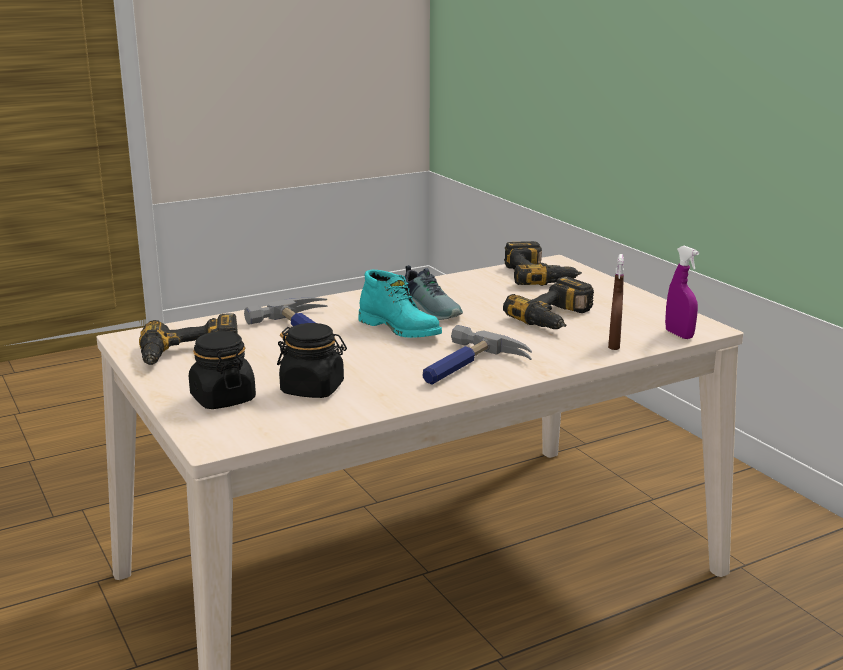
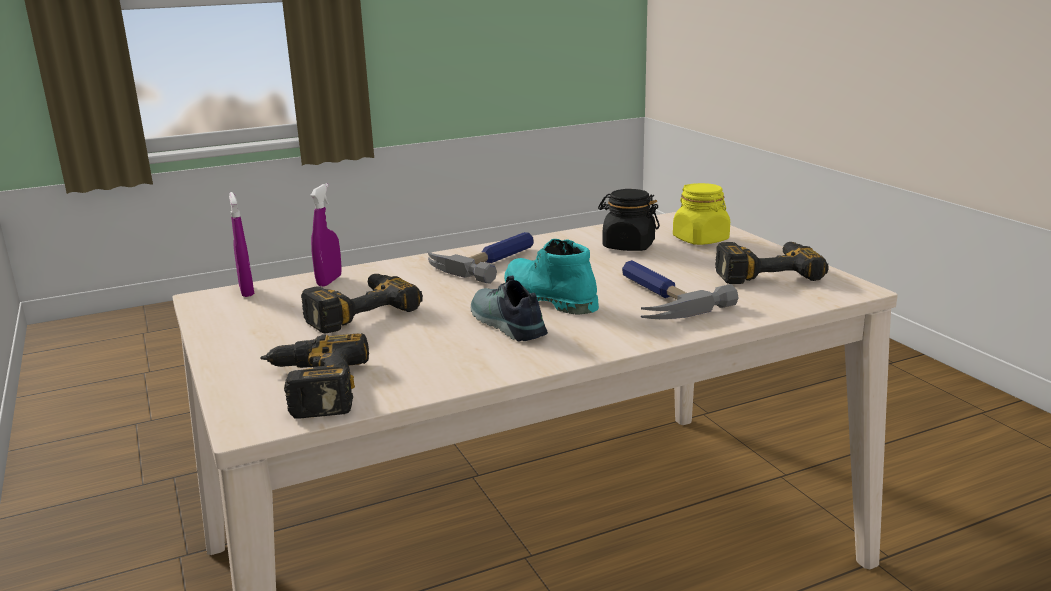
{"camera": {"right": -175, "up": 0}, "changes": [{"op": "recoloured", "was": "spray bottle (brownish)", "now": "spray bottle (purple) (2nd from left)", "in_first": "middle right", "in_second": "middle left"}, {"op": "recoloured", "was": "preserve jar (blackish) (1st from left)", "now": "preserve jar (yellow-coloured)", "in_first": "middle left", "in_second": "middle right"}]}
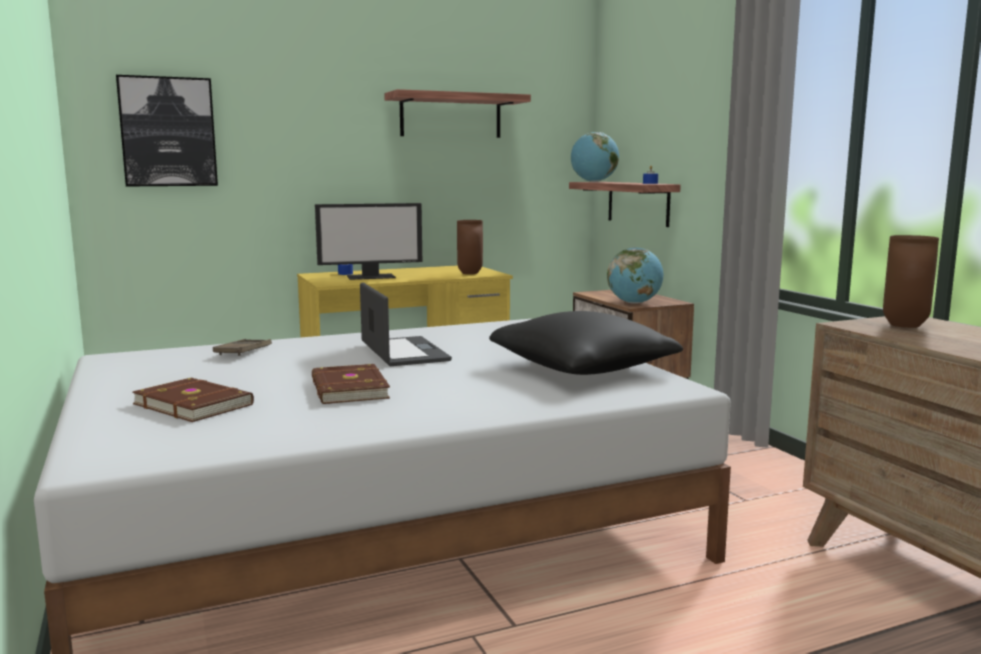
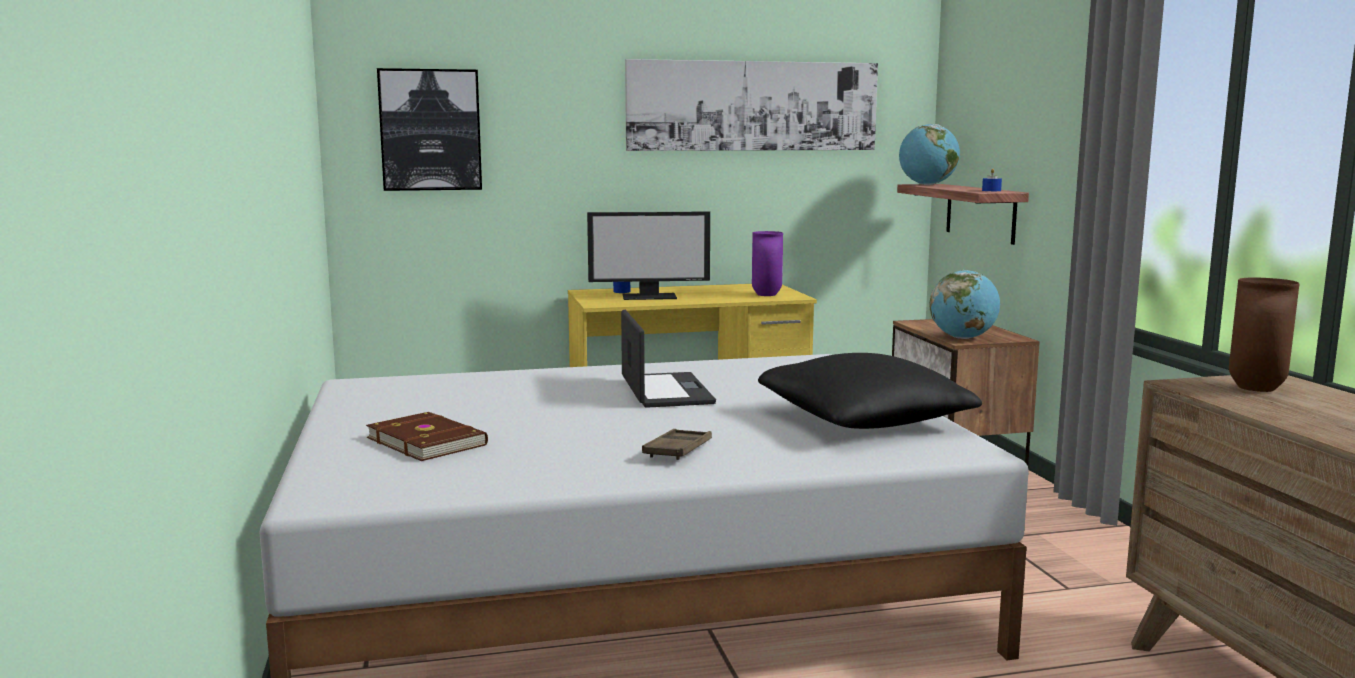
{"camera": {"right": 10, "up": 0}, "changes": [{"op": "replaced", "was": "bracket shelf (1st from left)", "now": "picture (2nd from left)", "in_first": "top centre", "in_second": "top centre"}, {"op": "recoloured", "was": "flower vase (brownish) (1st from left)", "now": "flower vase (purple)", "in_first": "centre", "in_second": "centre"}, {"op": "moved", "was": "serving tray (brownish)", "in_first": "middle left", "in_second": "centre"}, {"op": "removed", "was": "book (brownish) (2nd from left)", "in_first": "centre"}]}
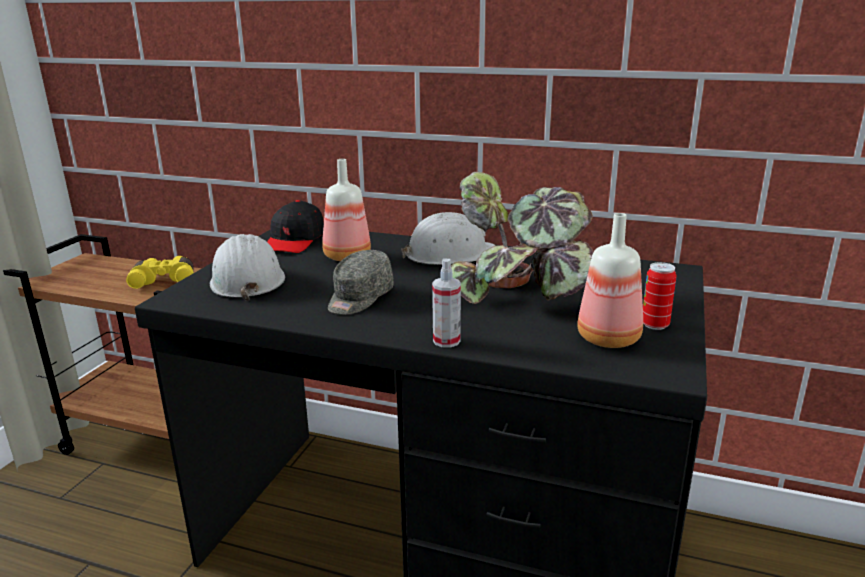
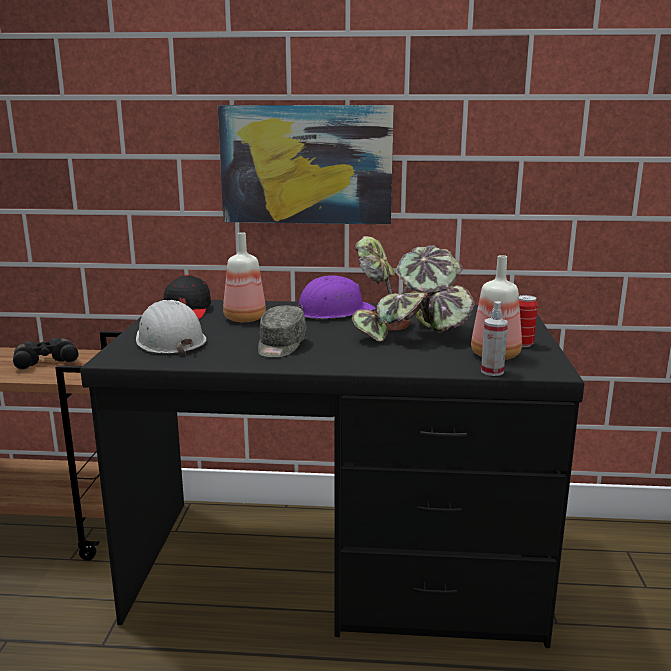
{"camera": {"right": -15, "up": -5}, "changes": [{"op": "recoloured", "was": "work helmet (whitish) (2nd from left)", "now": "work helmet (purple)", "in_first": "centre", "in_second": "centre"}, {"op": "recoloured", "was": "field glasses (yellow-coloured)", "now": "field glasses (blackish)", "in_first": "middle left", "in_second": "middle left"}, {"op": "moved", "was": "spray bottle", "in_first": "centre", "in_second": "middle right"}, {"op": "added", "now": "picture", "in_second": "top centre"}]}
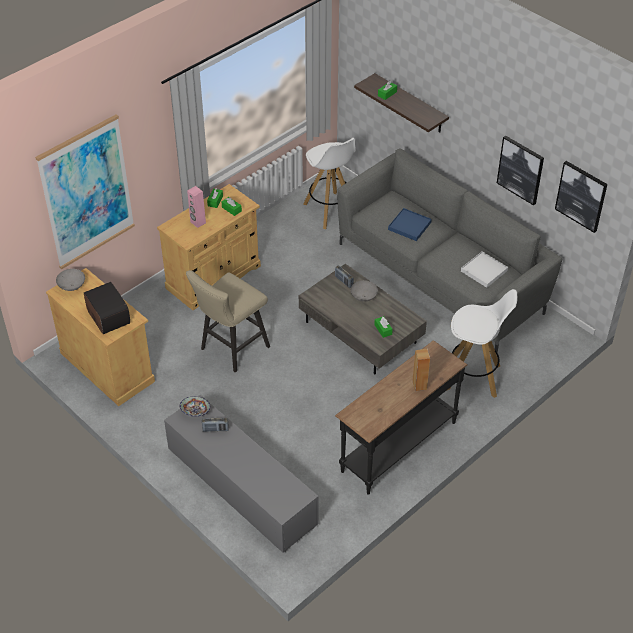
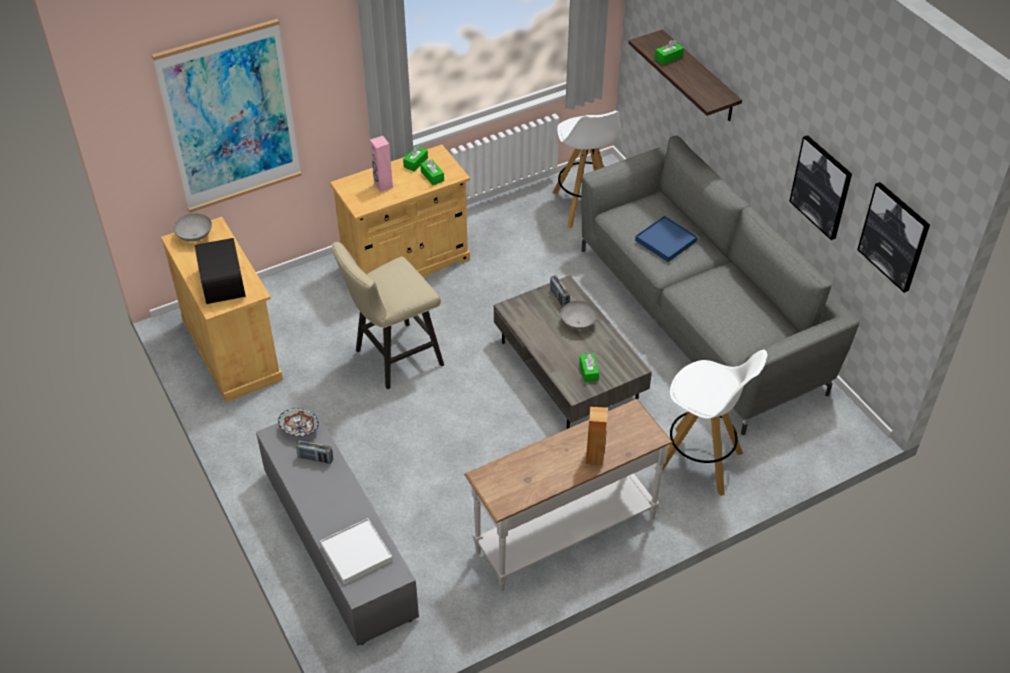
{"camera": {"right": 15, "up": 0}, "changes": [{"op": "moved", "was": "serving tray (whitish)", "in_first": "middle right", "in_second": "bottom centre"}, {"op": "recoloured", "was": "hall table (blackish)", "now": "hall table (whitish)", "in_first": "centre", "in_second": "bottom centre"}]}
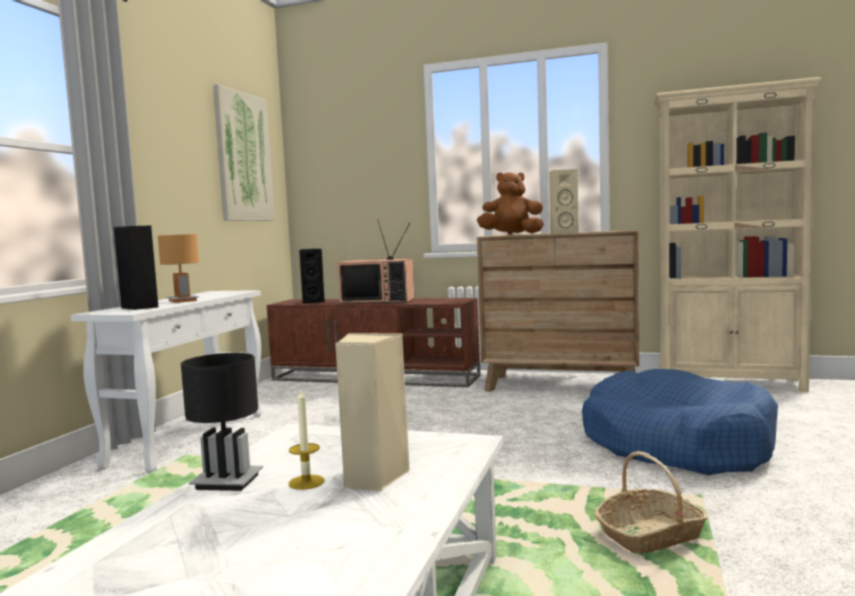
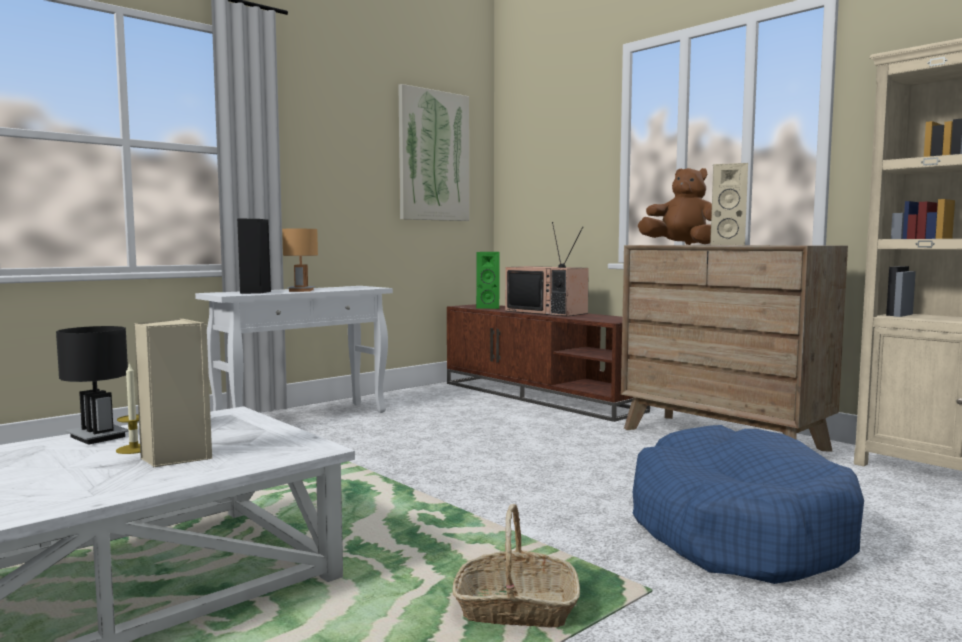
{"camera": {"right": 30, "up": 0}, "changes": [{"op": "recoloured", "was": "loudspeaker (blackish) (2nd from left)", "now": "loudspeaker (green-coloured)", "in_first": "centre", "in_second": "centre"}]}
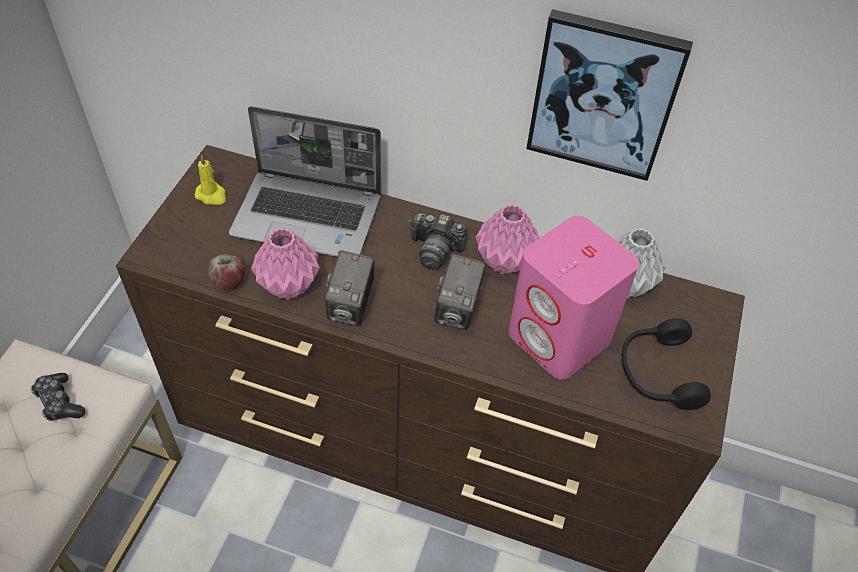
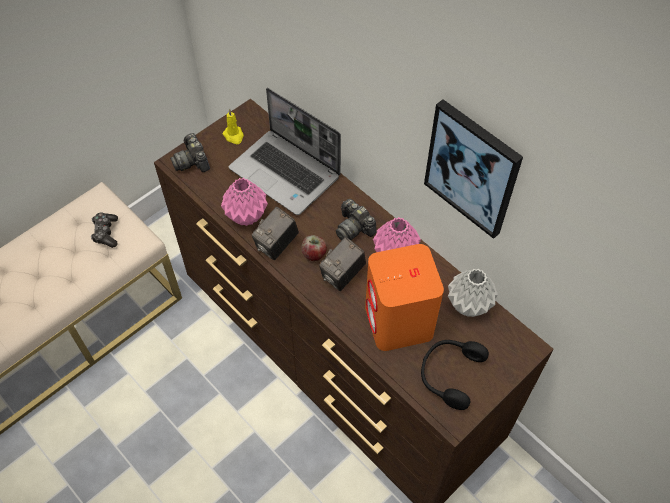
{"camera": {"right": 30, "up": 5}, "changes": [{"op": "recoloured", "was": "loudspeaker (pink-coloured)", "now": "loudspeaker (orange)", "in_first": "middle right", "in_second": "centre"}, {"op": "moved", "was": "whole apple", "in_first": "middle left", "in_second": "centre"}, {"op": "added", "now": "still camera (1st from left)", "in_second": "top left"}]}
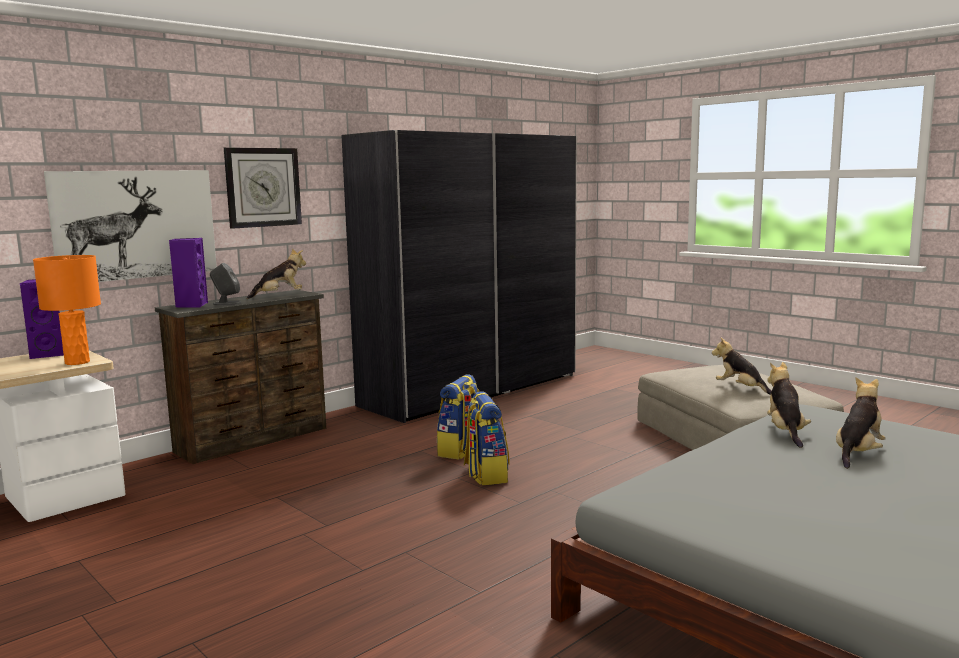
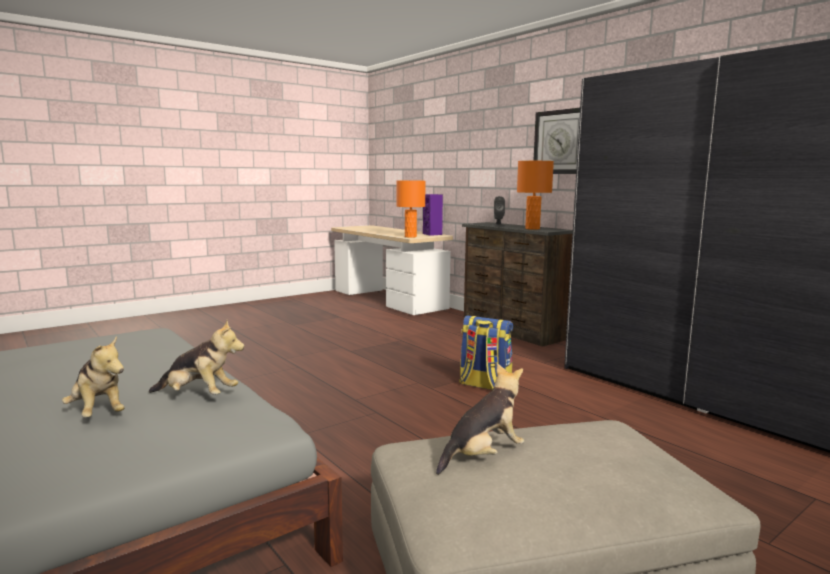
{"camera": {"right": 95, "up": 0}, "changes": [{"op": "removed", "was": "picture", "in_first": "middle left"}, {"op": "removed", "was": "loudspeaker (purple) (2nd from left)", "in_first": "middle left"}, {"op": "replaced", "was": "soft toy (1st from left)", "now": "tabletop lamp (orange) (2nd from left)", "in_first": "middle left", "in_second": "centre"}, {"op": "removed", "was": "knapsack (2nd from left)", "in_first": "centre"}]}
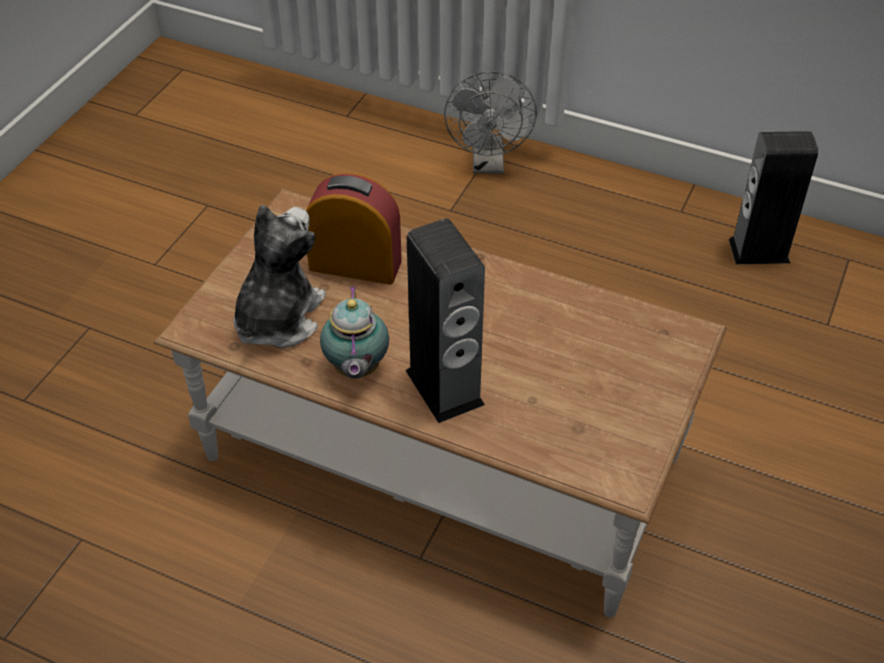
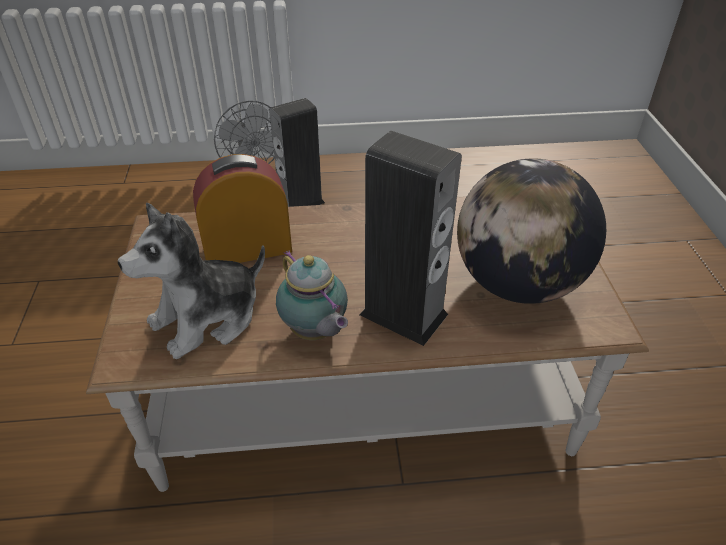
{"camera": {"right": -30, "up": -5}, "changes": [{"op": "moved", "was": "loudspeaker (2nd from left in the first image)", "now": "loudspeaker (1st from left)", "in_first": "top right", "in_second": "top centre"}, {"op": "turned", "was": "soft toy", "in_first": "middle left", "in_second": "middle left", "clockwise": -120}, {"op": "added", "now": "desk globe", "in_second": "middle right"}]}
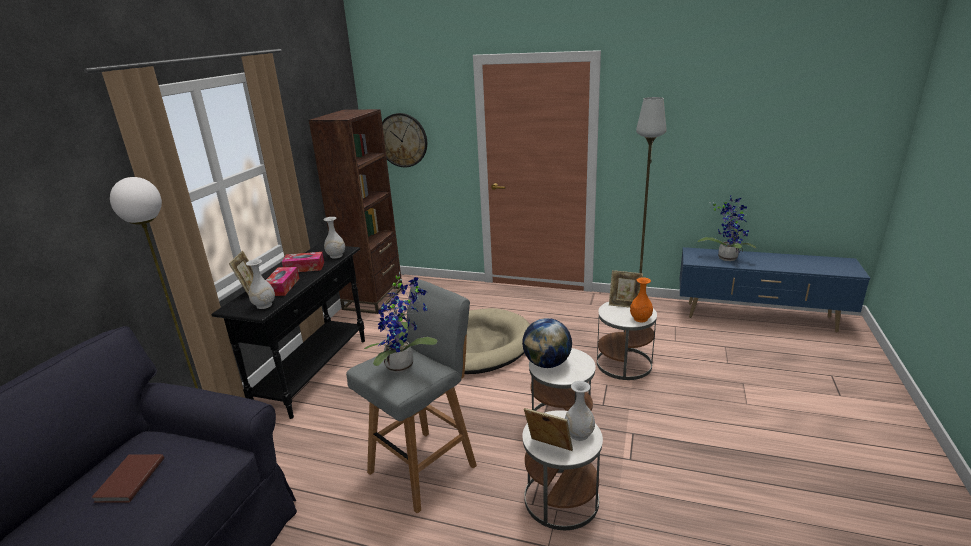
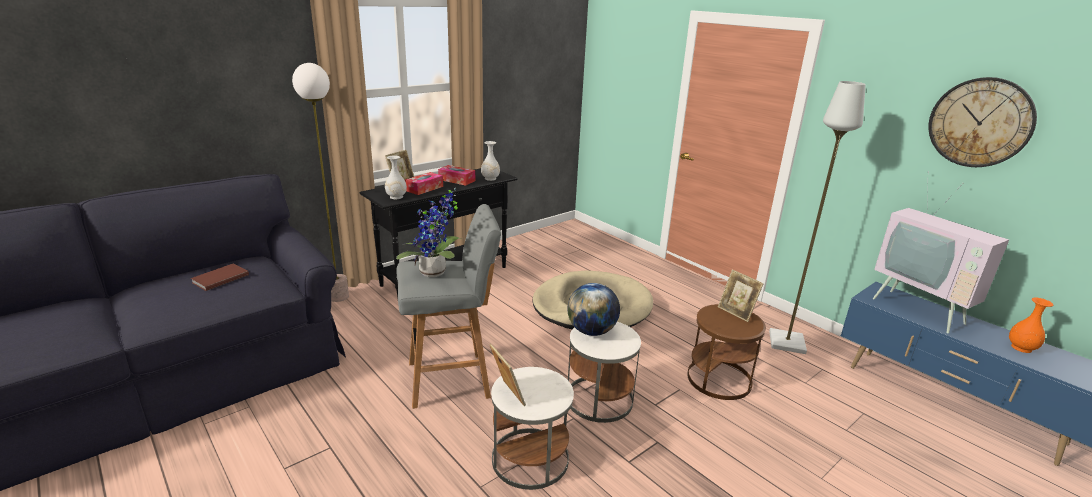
{"camera": {"right": 30, "up": 0}, "changes": [{"op": "removed", "was": "shelving unit (brownish)", "in_first": "centre"}, {"op": "moved", "was": "wall clock", "in_first": "top centre", "in_second": "top right"}, {"op": "replaced", "was": "plant in a pot (2nd from left)", "now": "television", "in_first": "middle right", "in_second": "middle right"}, {"op": "moved", "was": "flower vase (orange)", "in_first": "centre", "in_second": "middle right"}, {"op": "recoloured", "was": "accent table (whitish) (3rd from left)", "now": "accent table (brownish)", "in_first": "centre", "in_second": "bottom centre"}, {"op": "removed", "was": "flower vase (whitish) (3rd from left)", "in_first": "bottom centre"}]}
